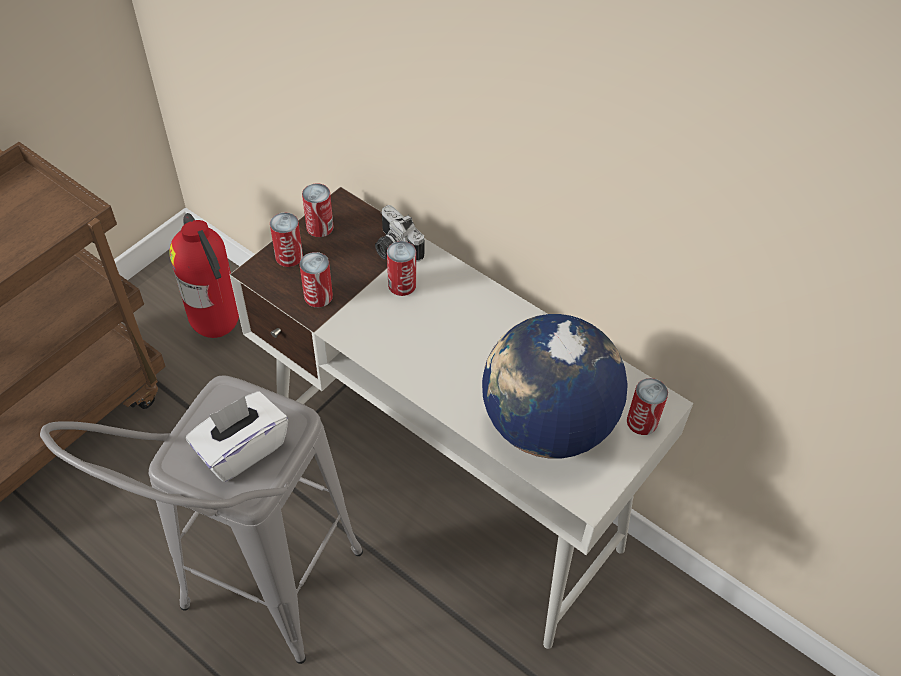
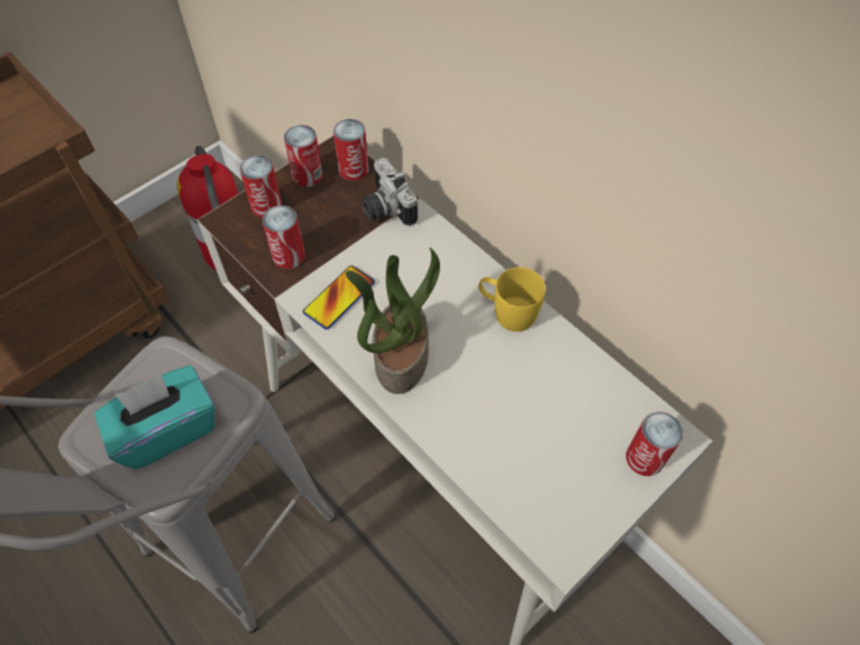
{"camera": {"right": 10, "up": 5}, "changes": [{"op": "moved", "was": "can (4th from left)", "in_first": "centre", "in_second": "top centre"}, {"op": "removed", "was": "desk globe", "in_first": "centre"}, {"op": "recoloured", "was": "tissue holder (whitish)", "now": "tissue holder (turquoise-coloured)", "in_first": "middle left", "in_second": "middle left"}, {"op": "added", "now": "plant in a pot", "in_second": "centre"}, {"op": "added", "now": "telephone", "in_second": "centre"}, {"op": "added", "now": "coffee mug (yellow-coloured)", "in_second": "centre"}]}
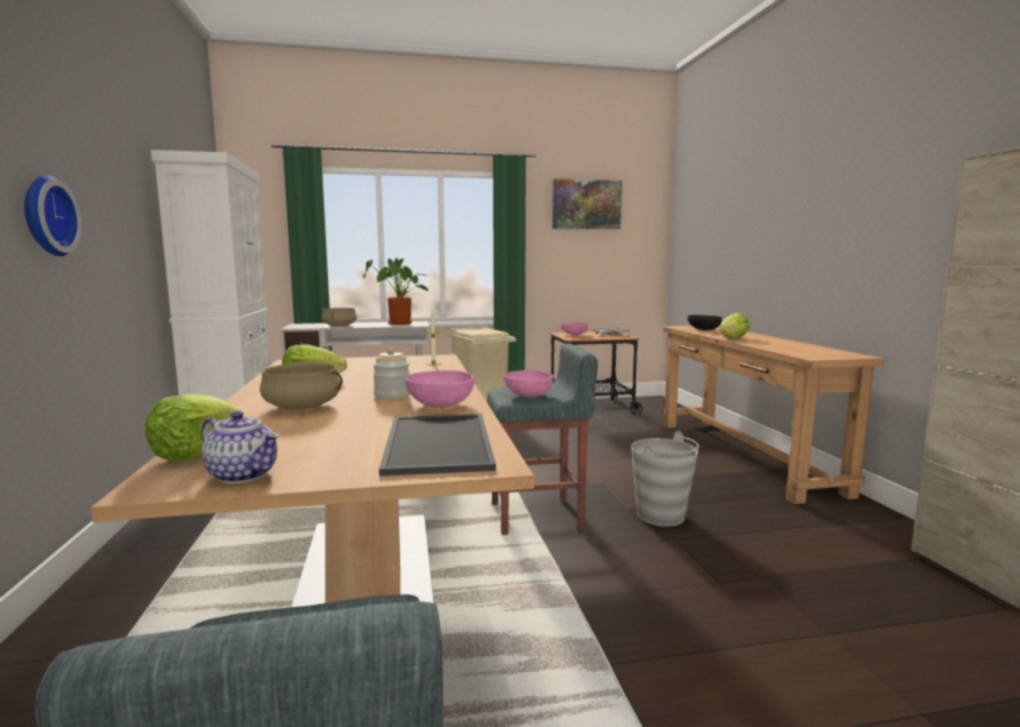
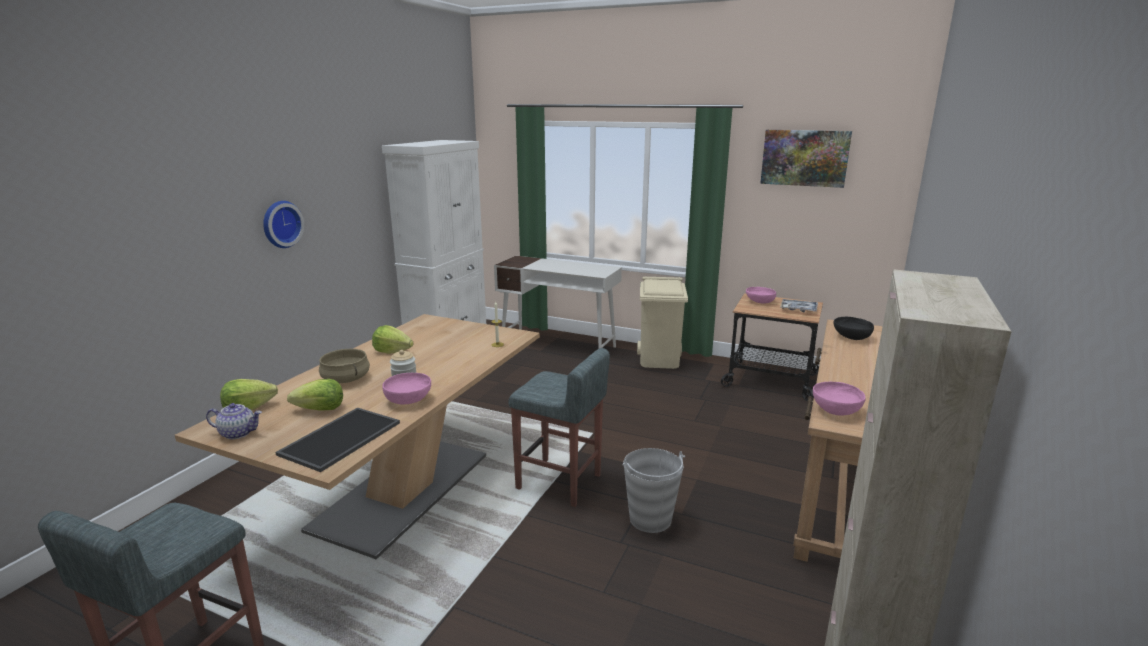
{"camera": {"right": 35, "up": 10}, "changes": [{"op": "removed", "was": "plant in a pot", "in_first": "centre"}, {"op": "removed", "was": "stockpot (beige-coloured) (2nd from left)", "in_first": "middle left"}, {"op": "moved", "was": "head of lettuce (3rd from left in the first image)", "now": "head of lettuce (2nd from left)", "in_first": "middle right", "in_second": "middle left"}, {"op": "moved", "was": "bowl (pink-coloured) (2nd from left in the first image)", "now": "bowl (pink-coloured) (3rd from left)", "in_first": "centre", "in_second": "middle right"}, {"op": "turned", "was": "pot for tea", "in_first": "middle left", "in_second": "middle left", "clockwise": -60}]}
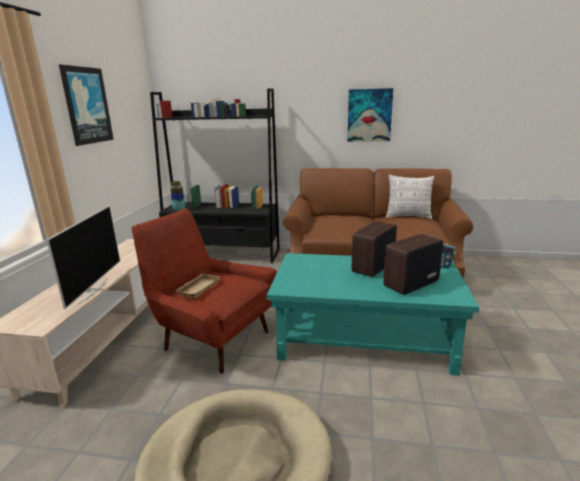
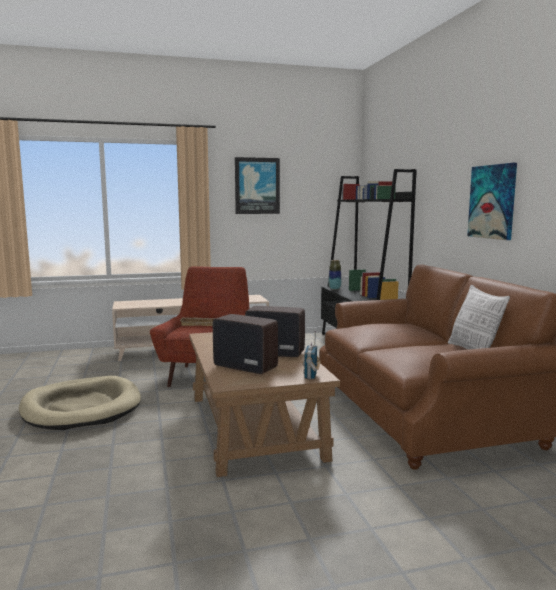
{"camera": {"right": 65, "up": -10}, "changes": [{"op": "removed", "was": "television", "in_first": "middle left"}, {"op": "recoloured", "was": "lounge table (turquoise-coloured)", "now": "lounge table (brownish)", "in_first": "centre", "in_second": "bottom centre"}]}
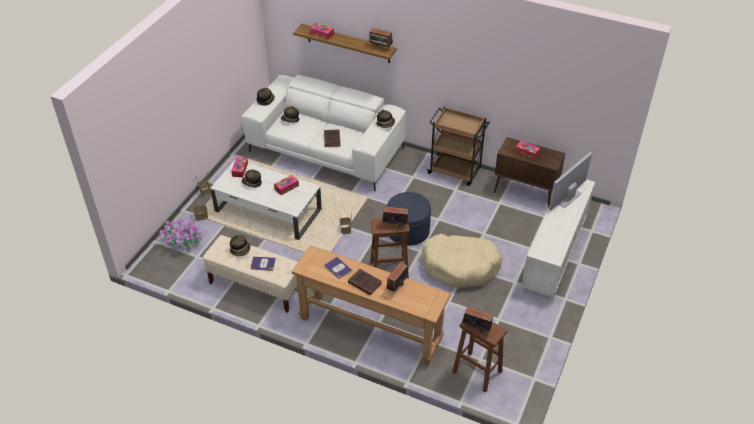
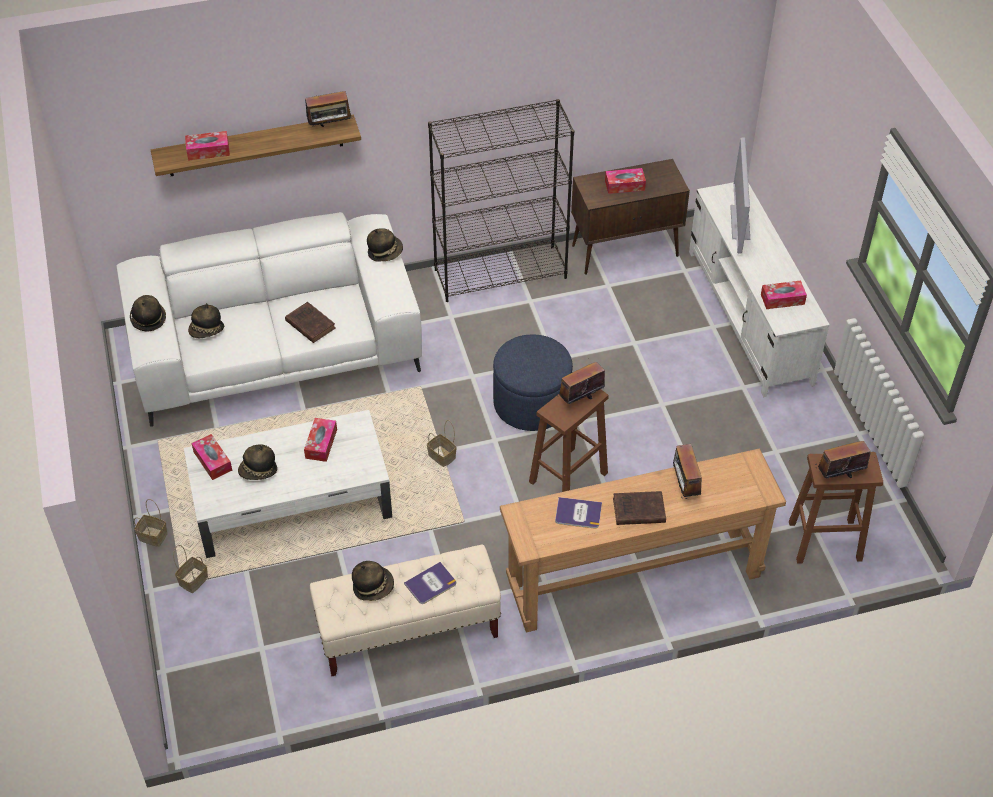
{"camera": {"right": -40, "up": 5}, "changes": [{"op": "replaced", "was": "cart (brownish)", "now": "shelving unit (blackish)", "in_first": "centre", "in_second": "top centre"}, {"op": "removed", "was": "plant in a pot", "in_first": "middle left"}, {"op": "removed", "was": "dog bed (beige-coloured)", "in_first": "centre"}, {"op": "added", "now": "tissue holder (5th from left)", "in_second": "middle right"}]}
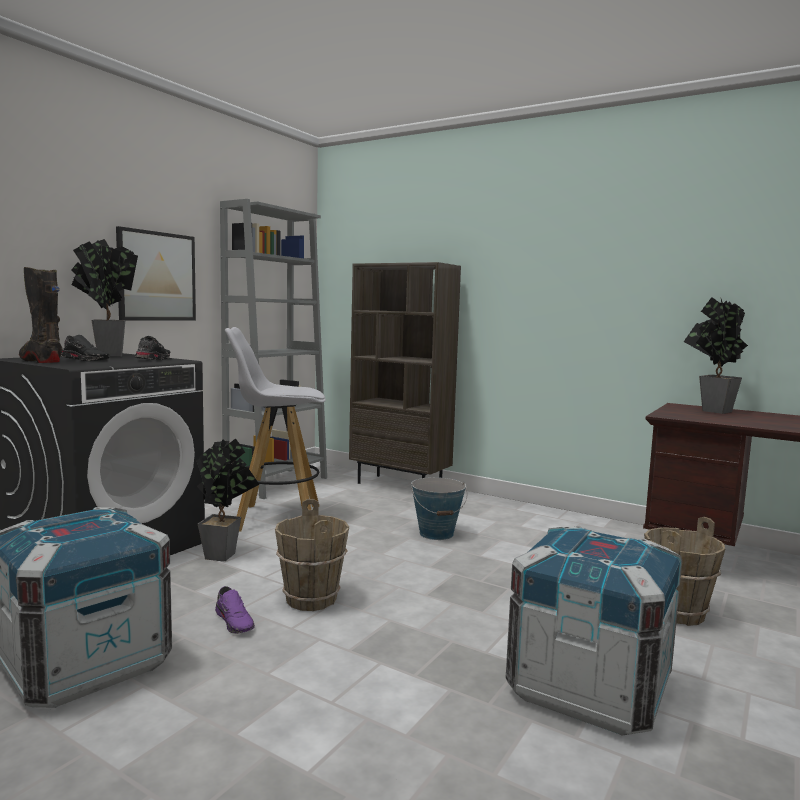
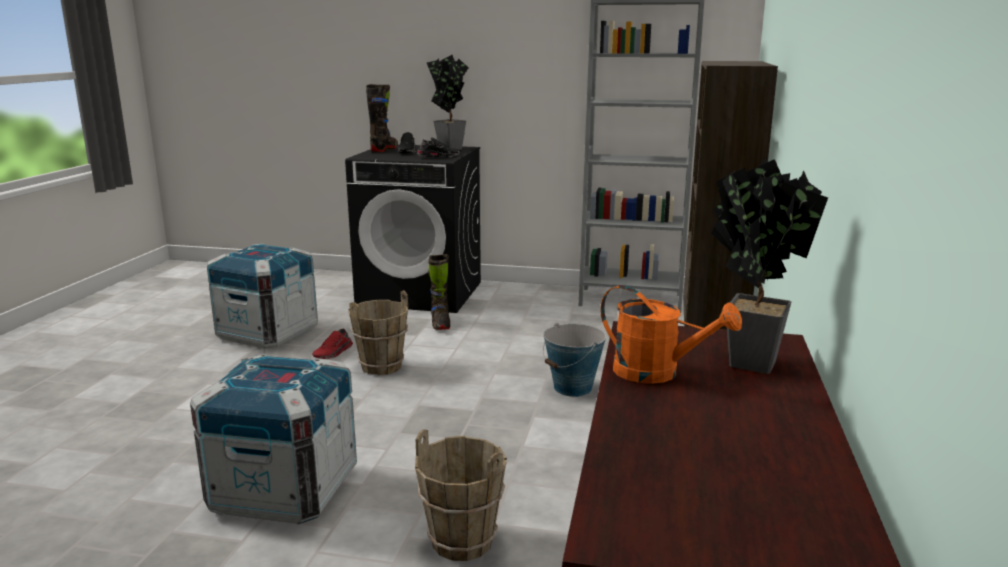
{"camera": {"right": 70, "up": 10}, "changes": [{"op": "removed", "was": "picture", "in_first": "middle left"}, {"op": "removed", "was": "stool seat (whitish)", "in_first": "centre"}, {"op": "replaced", "was": "plant in a pot (2nd from left)", "now": "high-top boot (blackish) (2nd from left)", "in_first": "middle left", "in_second": "centre"}, {"op": "recoloured", "was": "shoe (purple)", "now": "shoe (red-coloured)", "in_first": "bottom left", "in_second": "middle left"}, {"op": "added", "now": "watering can (orange)", "in_second": "centre"}]}
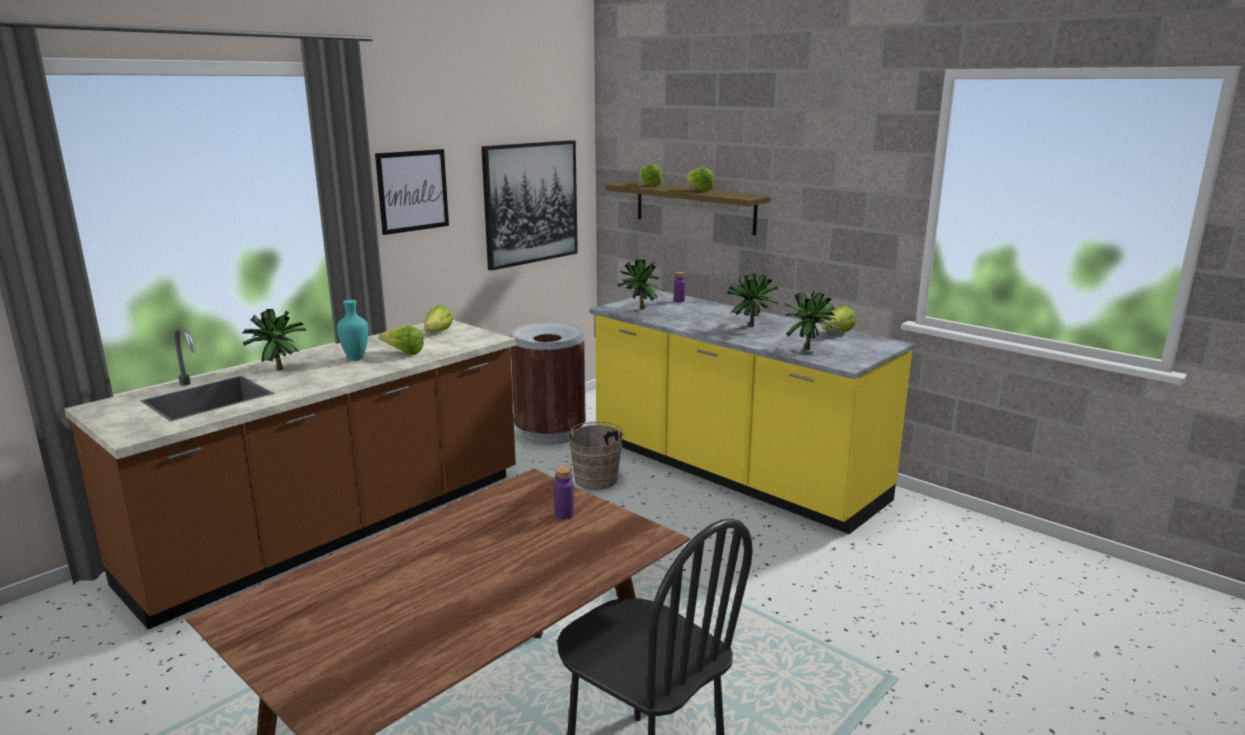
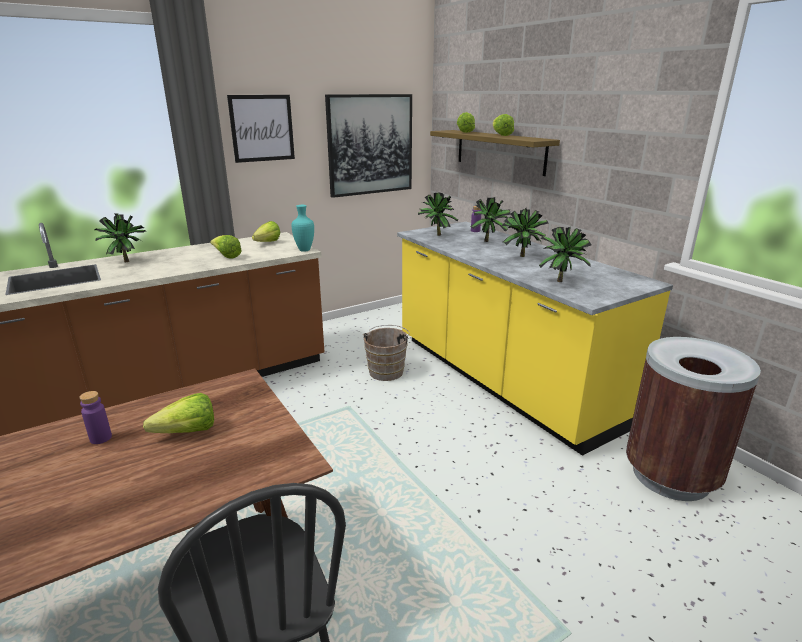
{"camera": {"right": 15, "up": 5}, "changes": [{"op": "moved", "was": "flower vase (turquoise-coloured)", "in_first": "middle left", "in_second": "centre"}, {"op": "moved", "was": "head of lettuce (5th from left in the first image)", "now": "head of lettuce (1st from left)", "in_first": "middle right", "in_second": "middle left"}, {"op": "moved", "was": "rubbish bin (brownish)", "in_first": "centre", "in_second": "middle right"}, {"op": "moved", "was": "drink bottle (purple) (1st from left)", "in_first": "bottom centre", "in_second": "middle left"}, {"op": "added", "now": "plant in a pot (3rd from left)", "in_second": "centre"}]}
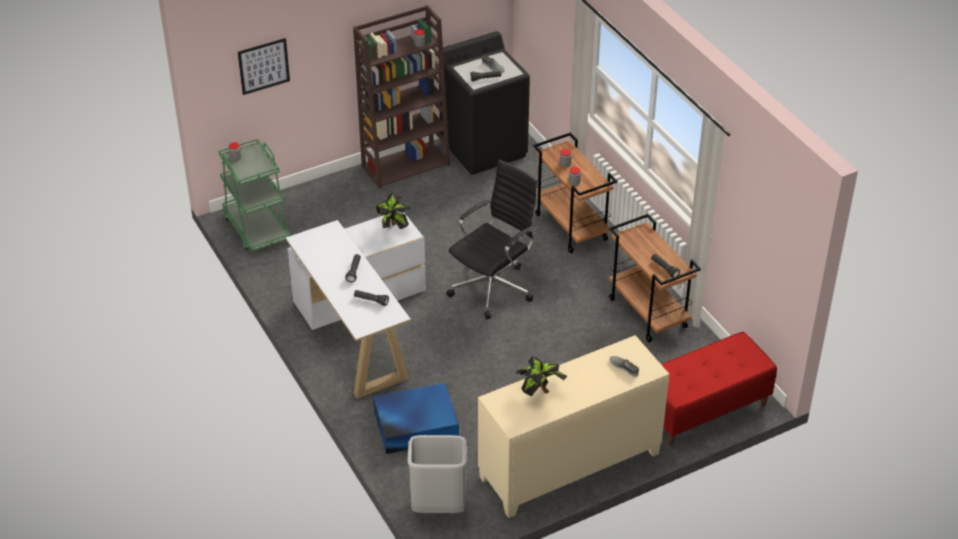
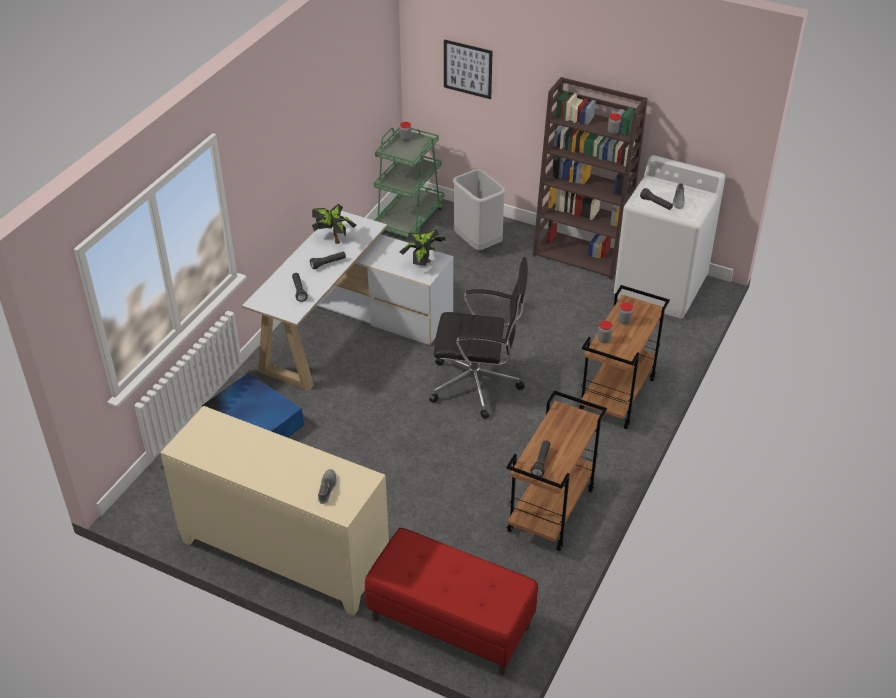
{"camera": {"right": 55, "up": 0}, "changes": [{"op": "recoloured", "was": "laundry appliance (blackish)", "now": "laundry appliance (whitish)", "in_first": "top centre", "in_second": "middle right"}, {"op": "moved", "was": "plant in a pot (2nd from left in the first image)", "now": "plant in a pot (1st from left)", "in_first": "bottom centre", "in_second": "top centre"}, {"op": "moved", "was": "rubbish bin (greyish)", "in_first": "bottom centre", "in_second": "top centre"}]}
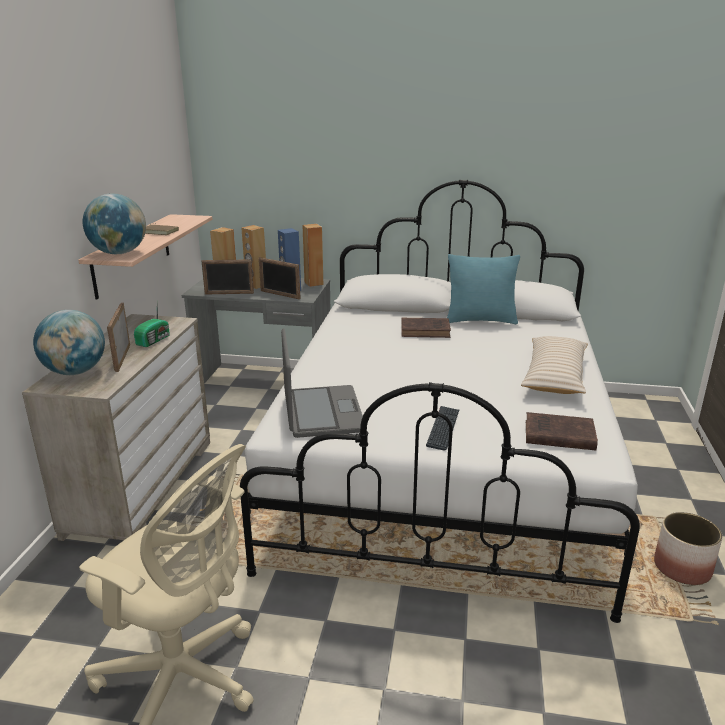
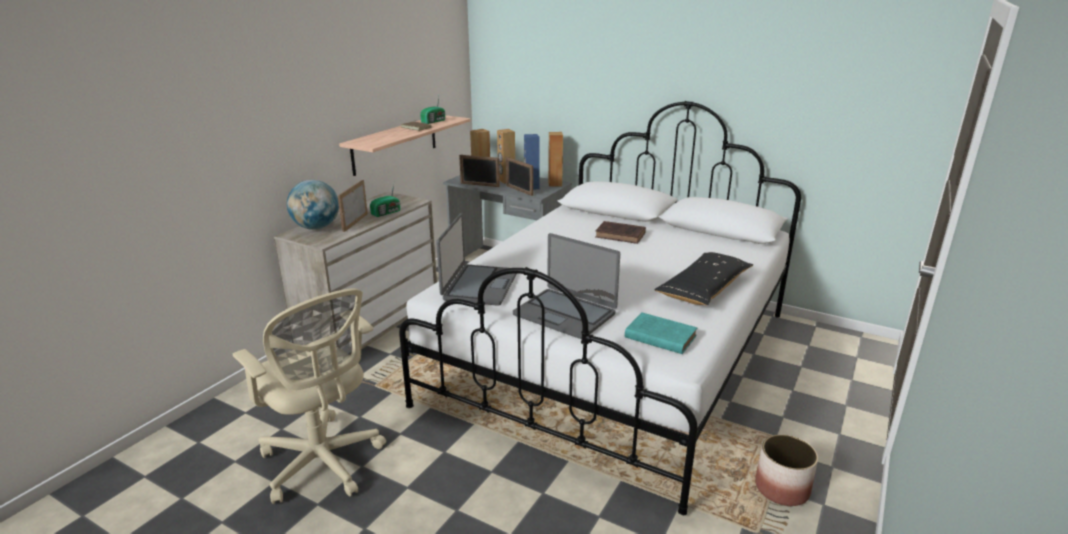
{"camera": {"right": 20, "up": 0}, "changes": [{"op": "removed", "was": "desk globe (2nd from left)", "in_first": "top left"}, {"op": "removed", "was": "throw pillow (turquoise-coloured)", "in_first": "centre"}, {"op": "recoloured", "was": "throw pillow (beige-coloured)", "now": "throw pillow (blackish)", "in_first": "middle right", "in_second": "centre"}, {"op": "replaced", "was": "PC keyboard", "now": "notebook computer (2nd from left)", "in_first": "centre", "in_second": "centre"}, {"op": "recoloured", "was": "book (brownish) (3rd from left)", "now": "book (turquoise-coloured)", "in_first": "middle right", "in_second": "centre"}, {"op": "added", "now": "radio receiver (2nd from left)", "in_second": "top centre"}]}
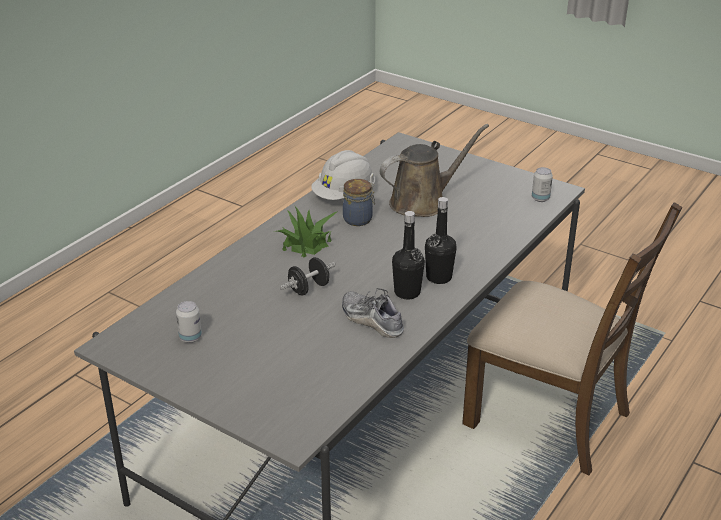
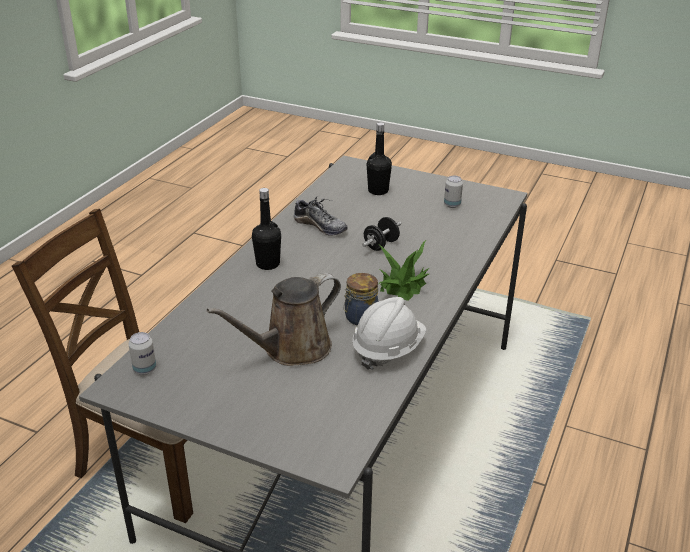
{"camera": {"right": 170, "up": 0}, "changes": [{"op": "moved", "was": "drink bottle (blackish) (1st from left in the first image)", "now": "drink bottle (blackish) (2nd from left)", "in_first": "centre", "in_second": "top centre"}]}
